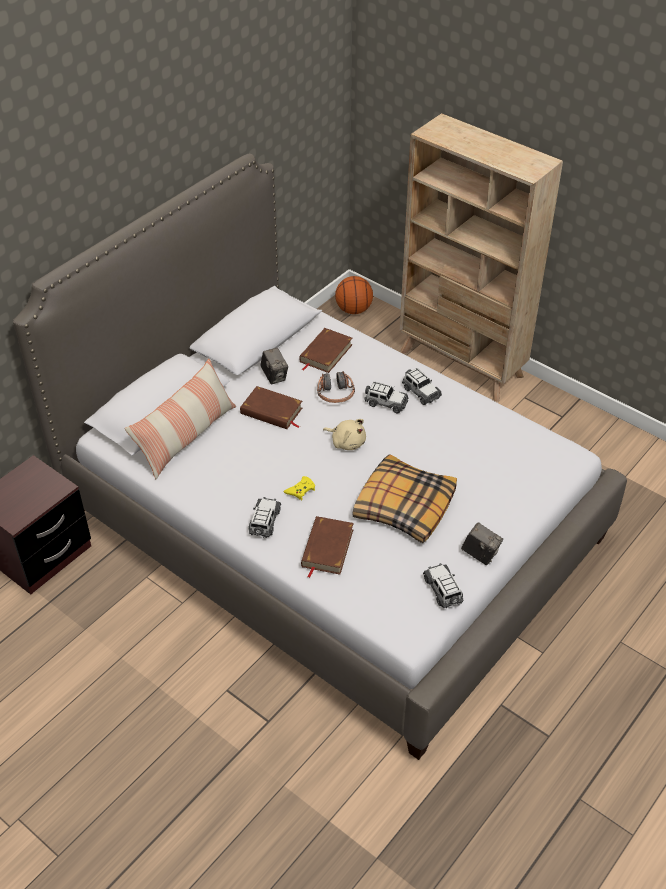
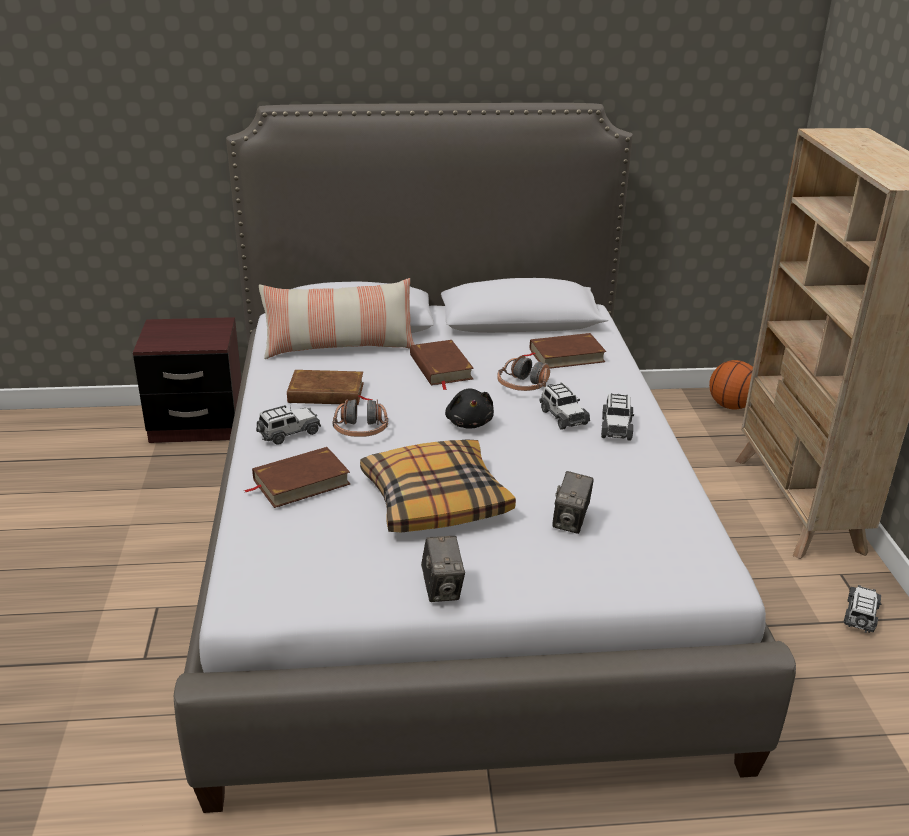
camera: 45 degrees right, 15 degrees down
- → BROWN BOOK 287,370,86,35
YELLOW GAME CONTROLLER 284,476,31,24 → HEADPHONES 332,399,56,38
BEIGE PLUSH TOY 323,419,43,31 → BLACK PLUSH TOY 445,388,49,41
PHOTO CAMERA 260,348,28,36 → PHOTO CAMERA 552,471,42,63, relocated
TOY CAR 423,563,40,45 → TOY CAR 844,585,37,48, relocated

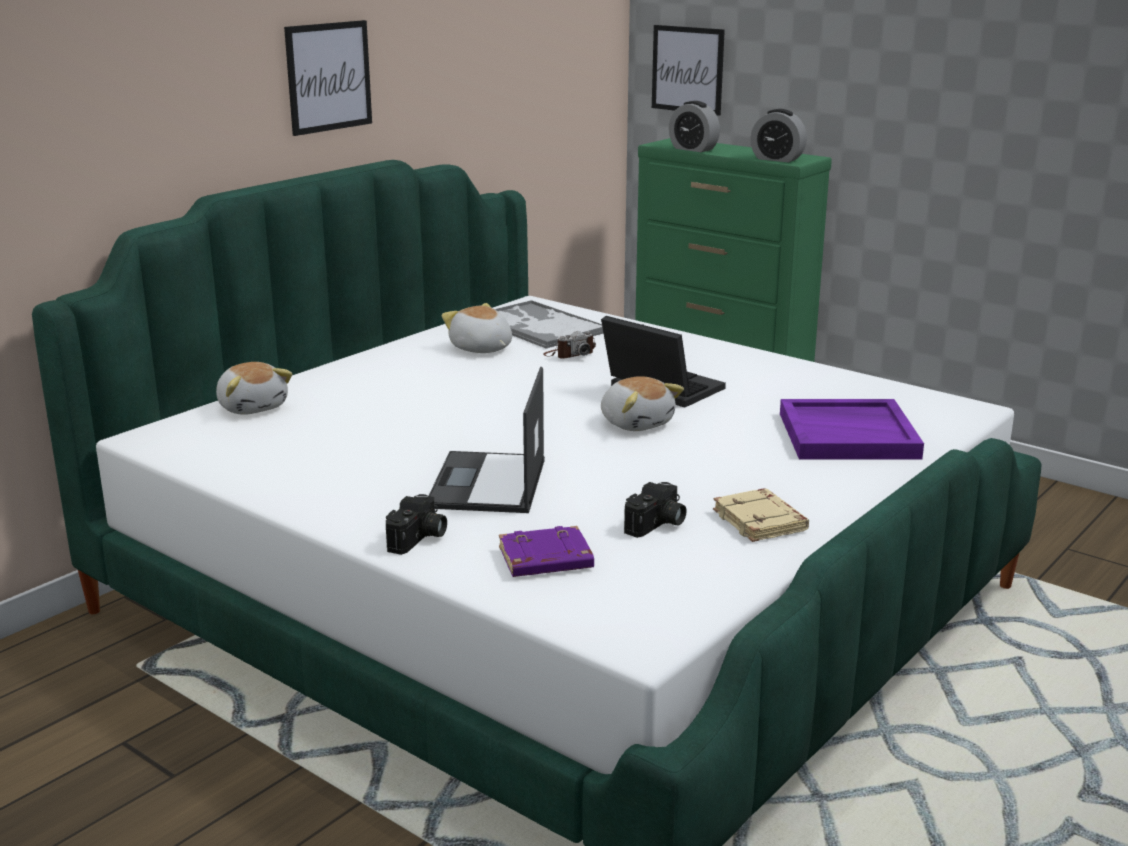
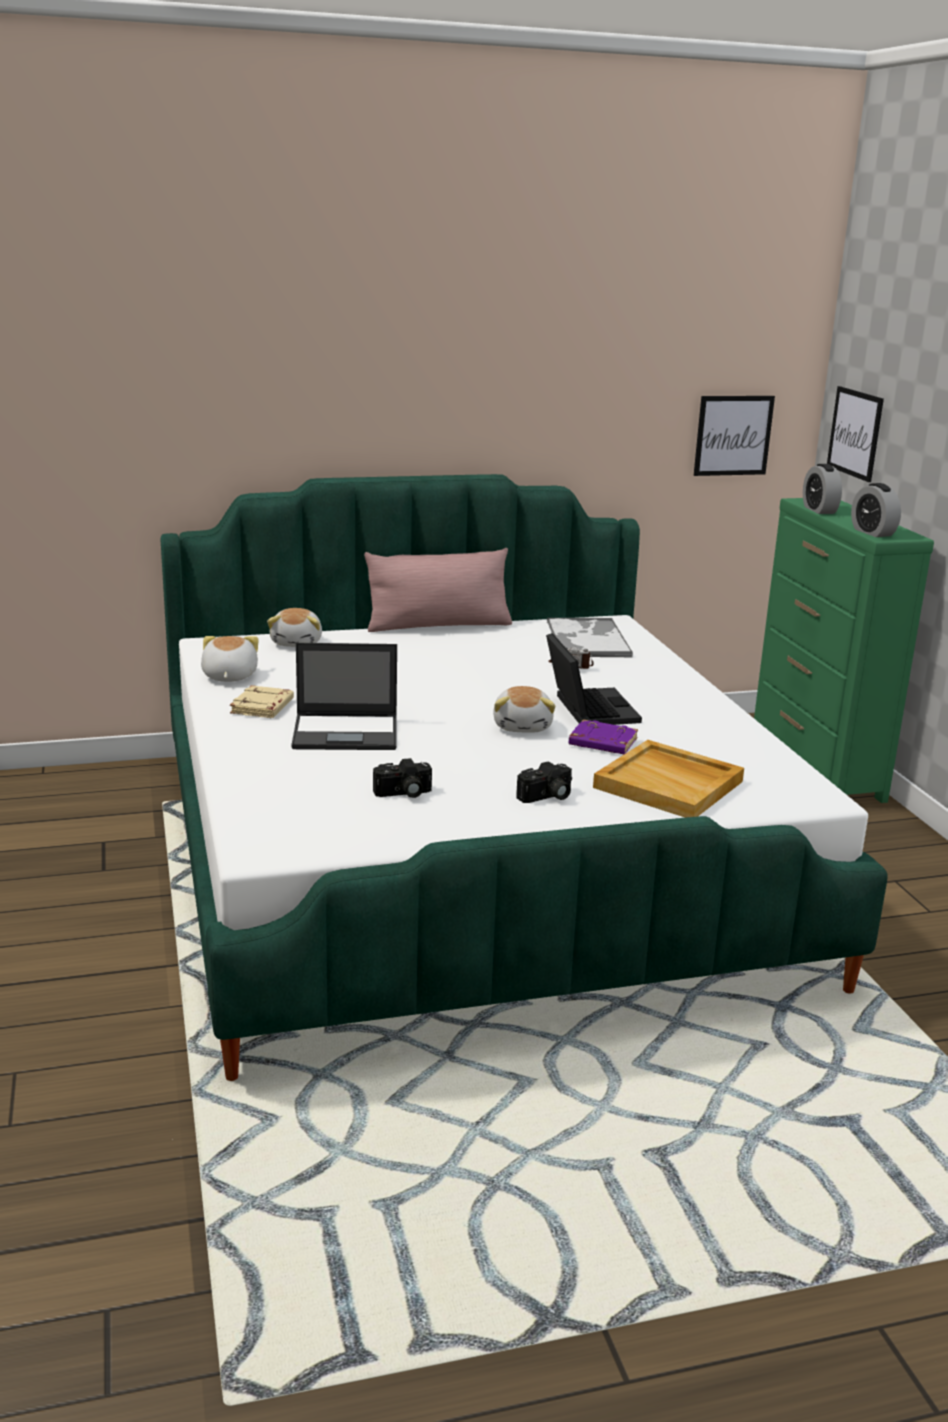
camera: 35 degrees right, 0 degrees up
PLUSH TOY 441,303,71,50 → PLUSH TOY 201,636,58,46, relocated
BEIGE BOOK 713,489,96,53 → BEIGE BOOK 230,685,64,33, relocated
LAPTOP 429,367,116,146 → LAPTOP 291,643,106,107, 135 degrees counterclockwise
- → PINK PILLOW 364,548,148,84
PHOTO CAMERA 386,494,61,61 → PHOTO CAMERA 516,761,56,42, relocated
PURPLE BOOK 499,526,95,51 → PURPLE BOOK 569,719,69,35, relocated
PURPLE TRAY 780,399,144,61 → BEIGE TRAY 593,740,151,78
PICTURE 284,20,88,116 → PICTURE 694,396,81,80, relocated

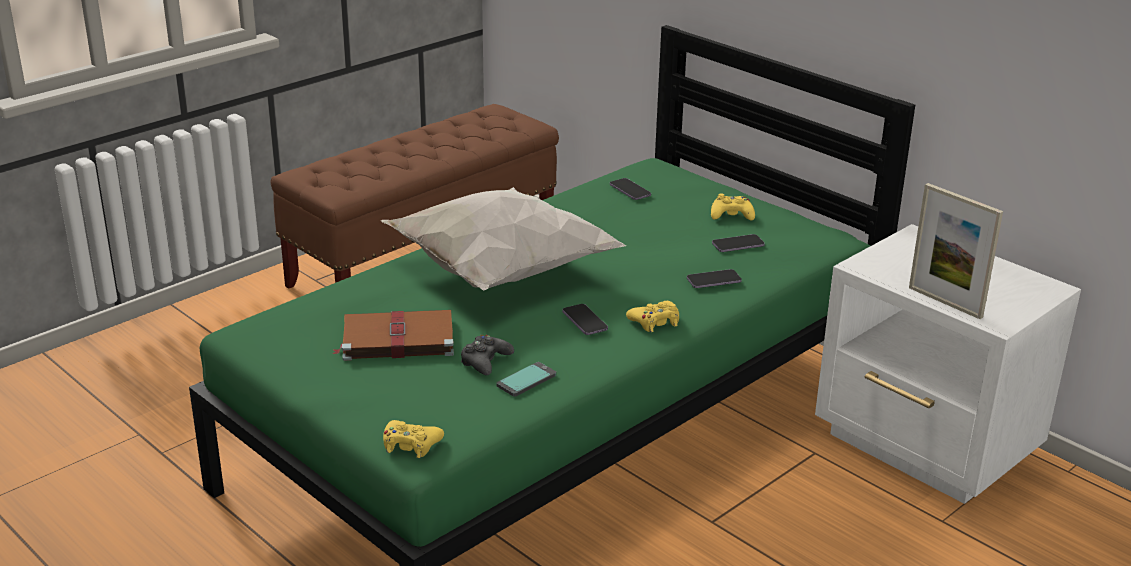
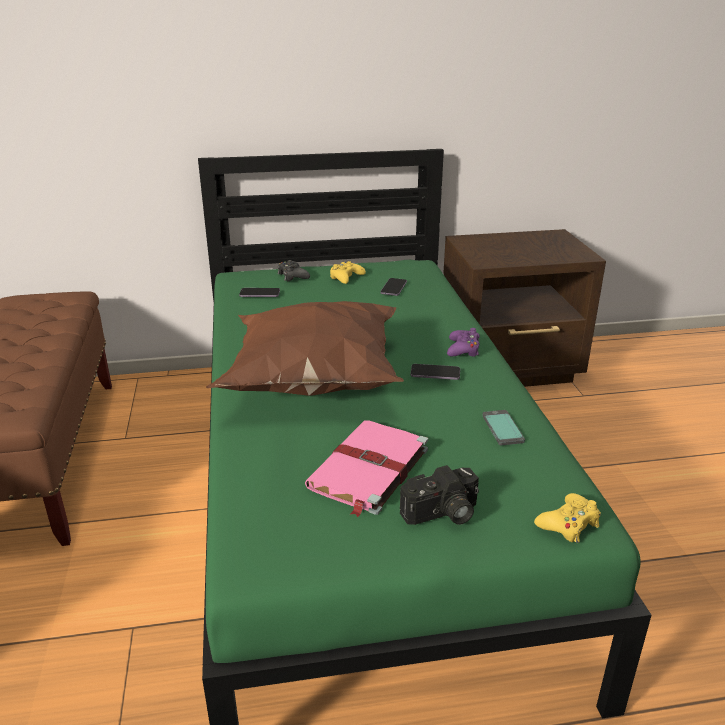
camera: 55 degrees left, 0 degrees up
WHITE PILLOW 381,187,245,103 → BROWN PILLOW 206,301,198,95
BLACK GAME CONTROLLER 461,335,53,40 → BLACK GAME CONTROLLER 277,260,33,21, relocated
BROWN BOOK 333,310,121,51 → PINK BOOK 305,420,123,97
- → PHOTO CAMERA 400,465,79,60
WHITE NIGHTSTAND 815,224,266,280 → BROWN NIGHTSTAND 443,229,163,158
YELLOW GAME CONTROLLER 626,301,53,31 → PURPLE GAME CONTROLLER 447,328,33,29
PHONE 687,269,55,19 → -
PICTURE FRAME 909,183,94,136 → -

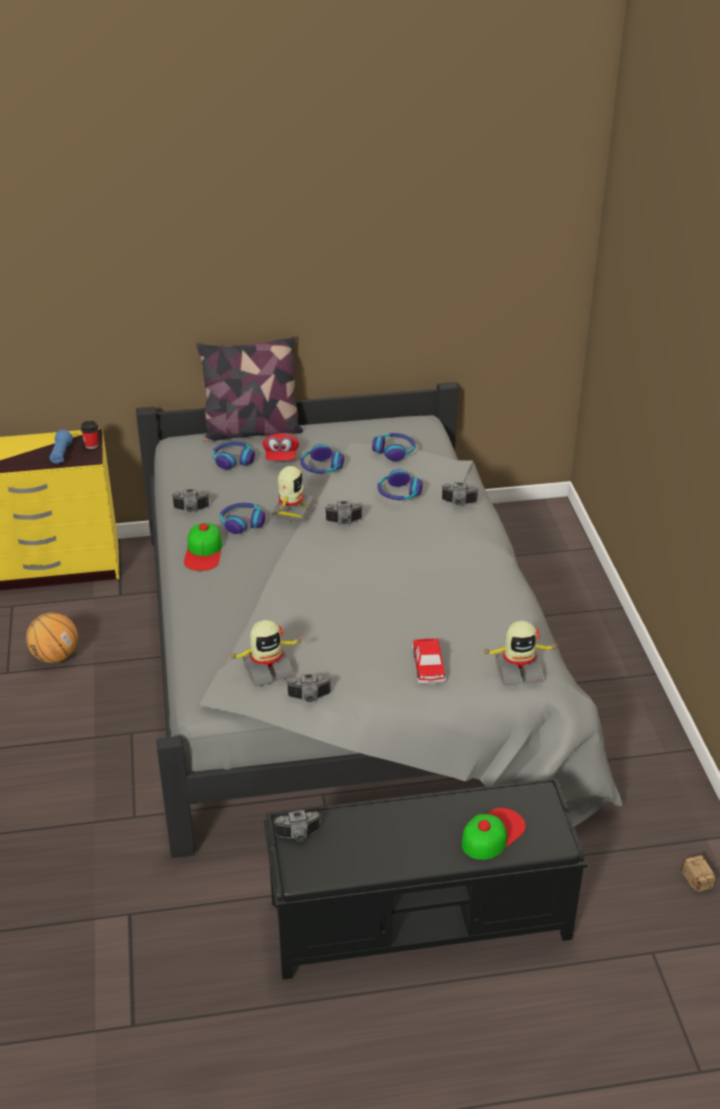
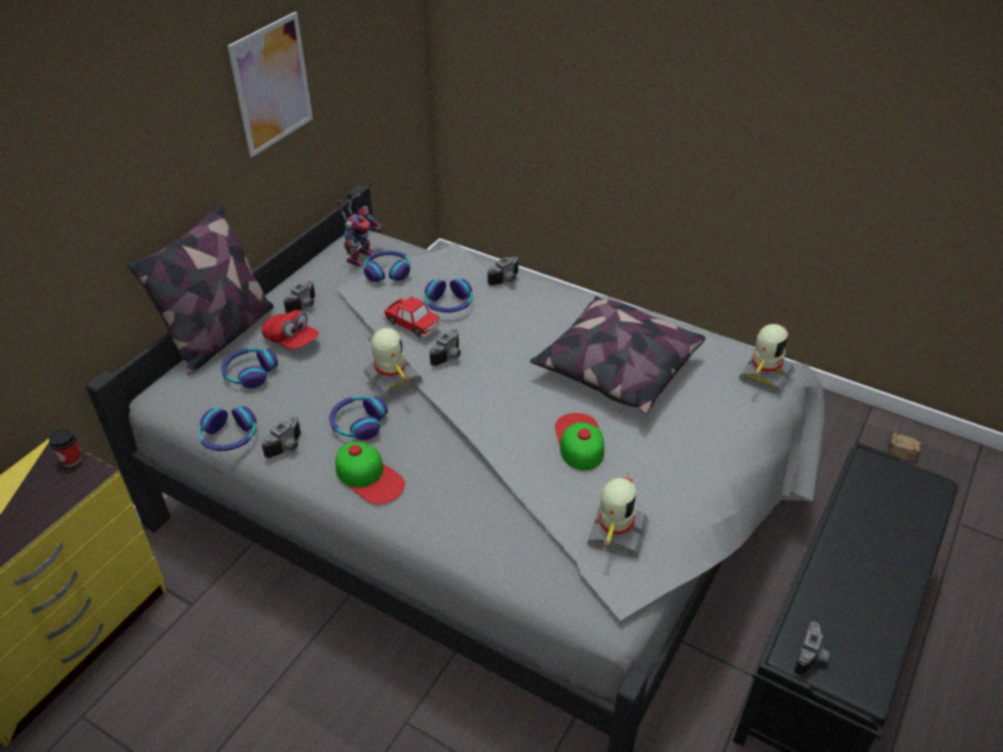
camera: 50 degrees left, 5 degrees up
HEADPHONES 300,444,44,30 → HEADPHONES 199,406,58,45, relocated
- → PICTURE 228,12,85,145
PHOTO CAMERA 286,673,45,29 → PHOTO CAMERA 283,281,32,33, relocated
- → TOY ROBOT 338,194,45,73
TOY CAR 412,639,34,45 → TOY CAR 383,296,58,42, relocated
- → PILLOW 530,296,175,118
CAP 462,808,64,52 → CAP 555,413,49,58, relocated
BASKETBALL 26,612,52,51 → -
BLUE FLASHLIGHT 50,430,23,34 → -

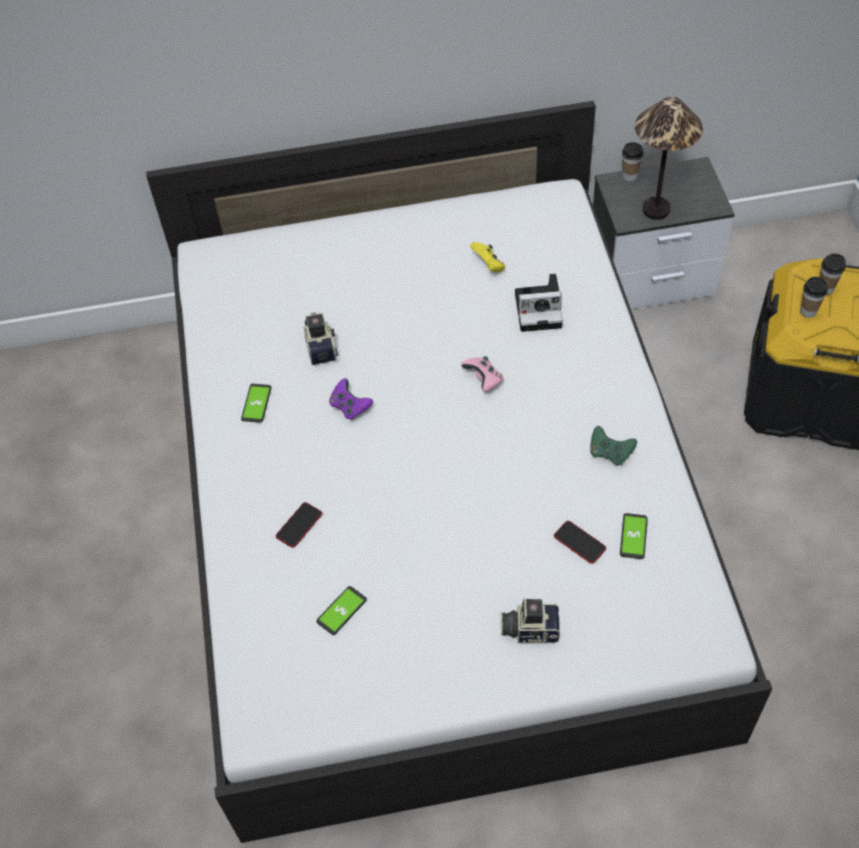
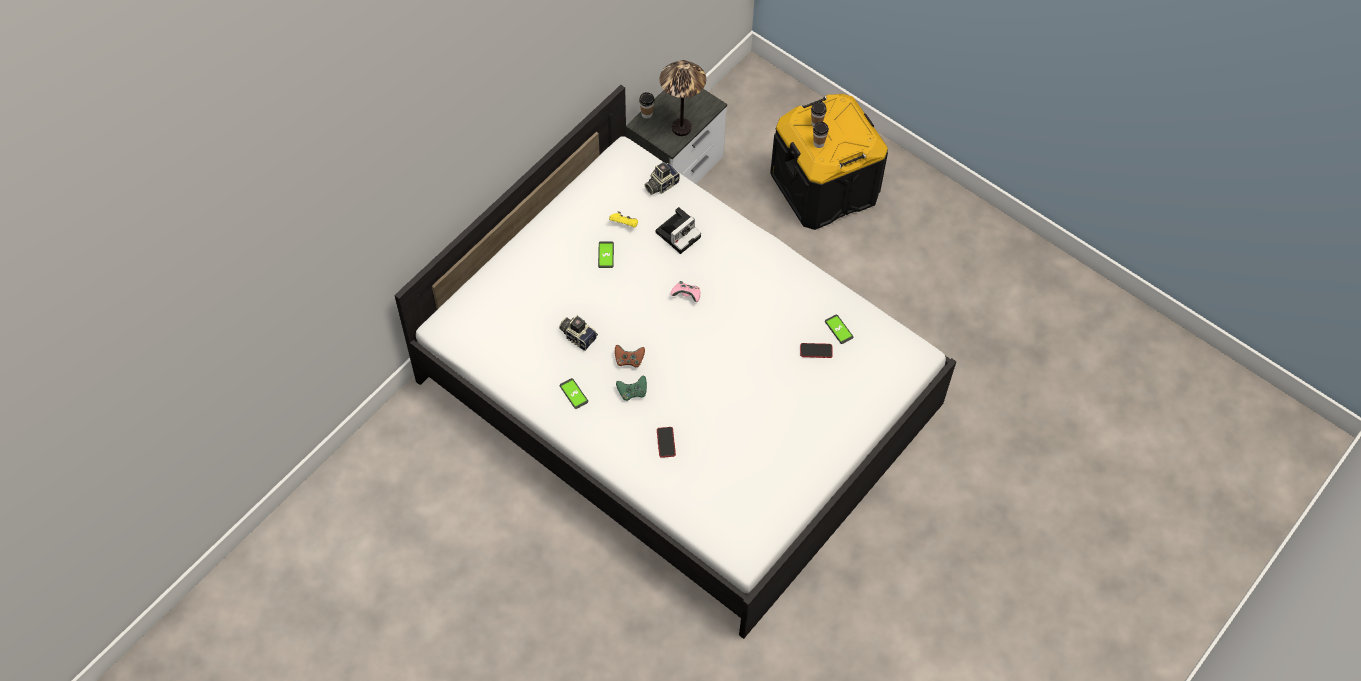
camera: 45 degrees left, 5 degrees up
PHONE 316,586,51,49 → PHONE 598,241,16,27, relocated
PURPLE GAME CONTROLLER 329,378,44,42 → BROWN GAME CONTROLLER 615,345,30,22
GREEN GAME CONTROLLER 591,426,46,39 → GREEN GAME CONTROLLER 616,376,31,25, relocated
PHOTO CAMERA 501,598,59,45 → PHOTO CAMERA 645,162,35,33, relocated

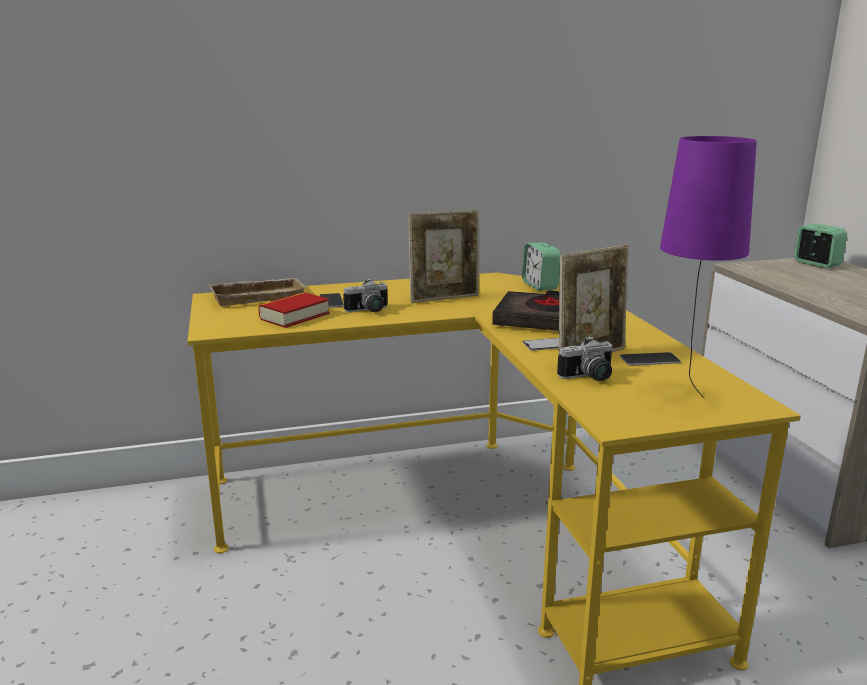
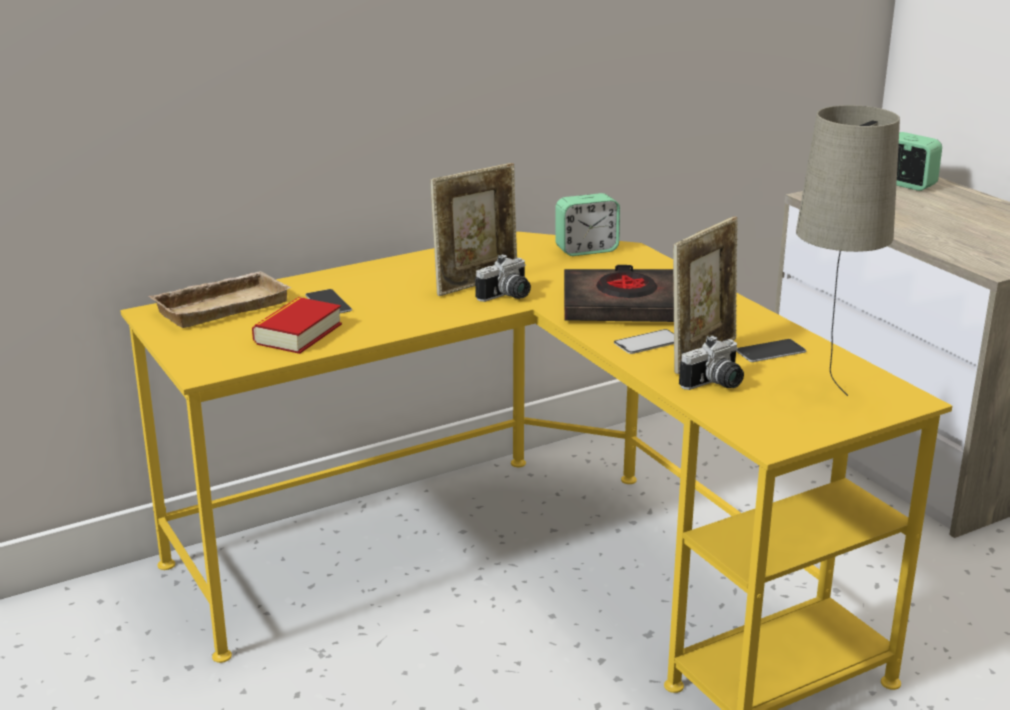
camera: 15 degrees left, 5 degrees up
PHOTO CAMERA 343,278,45,34 → PHOTO CAMERA 475,254,56,48, relocated
ALARM CLOCK 522,243,39,48 → ALARM CLOCK 555,193,65,63, 75 degrees counterclockwise
PURPLE TABLE LAMP 660,136,97,261 → BEIGE TABLE LAMP 796,105,104,291

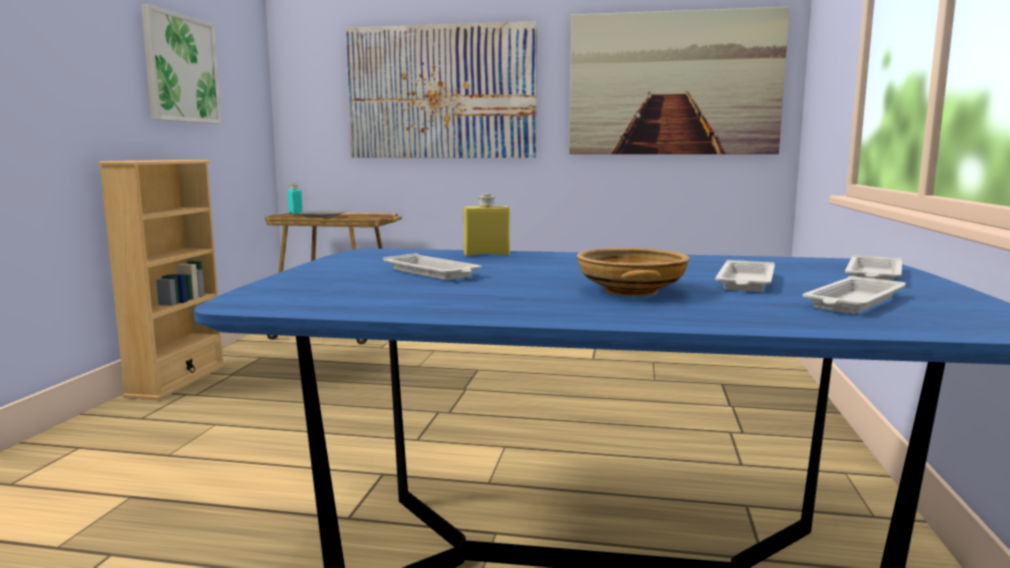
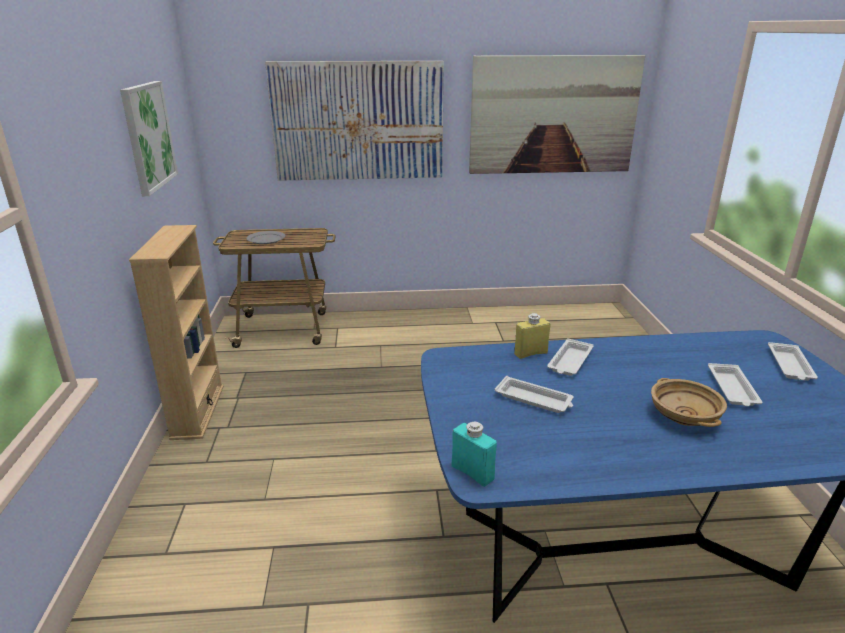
camera: 15 degrees left, 15 degrees up
TURQUOISE BOTTLE 287,183,16,31 → TURQUOISE BOTTLE 452,422,45,65, relocated
WHITE TRAY 802,276,104,38 → WHITE TRAY 547,339,47,37, relocated

